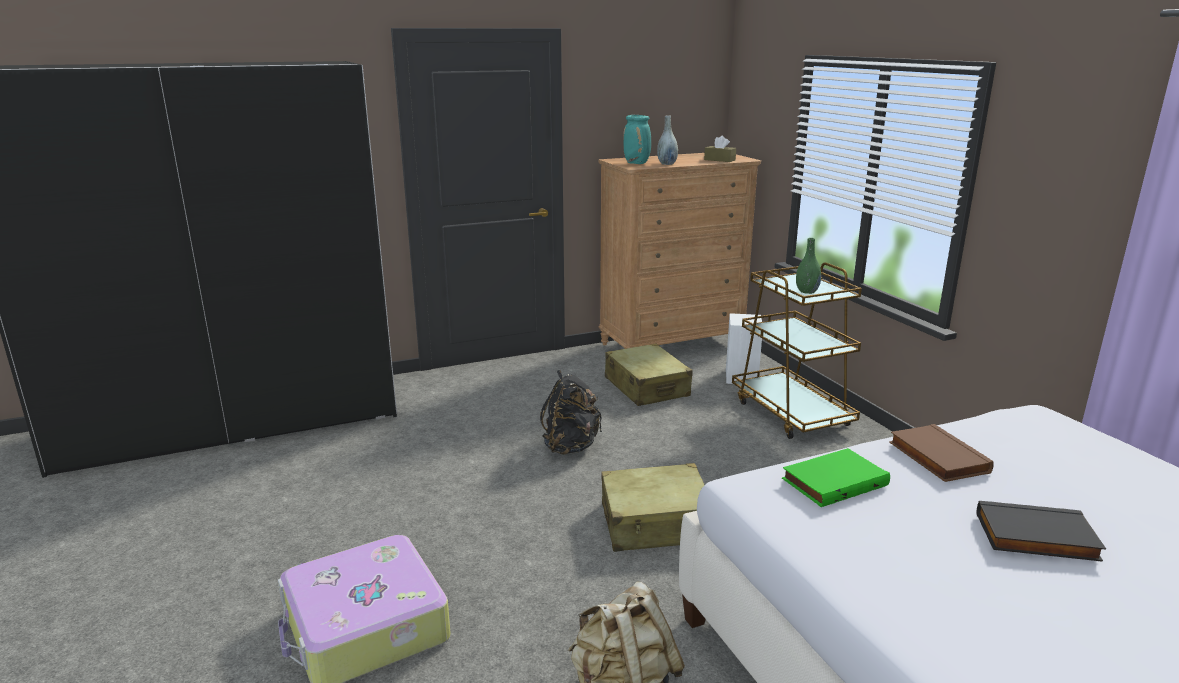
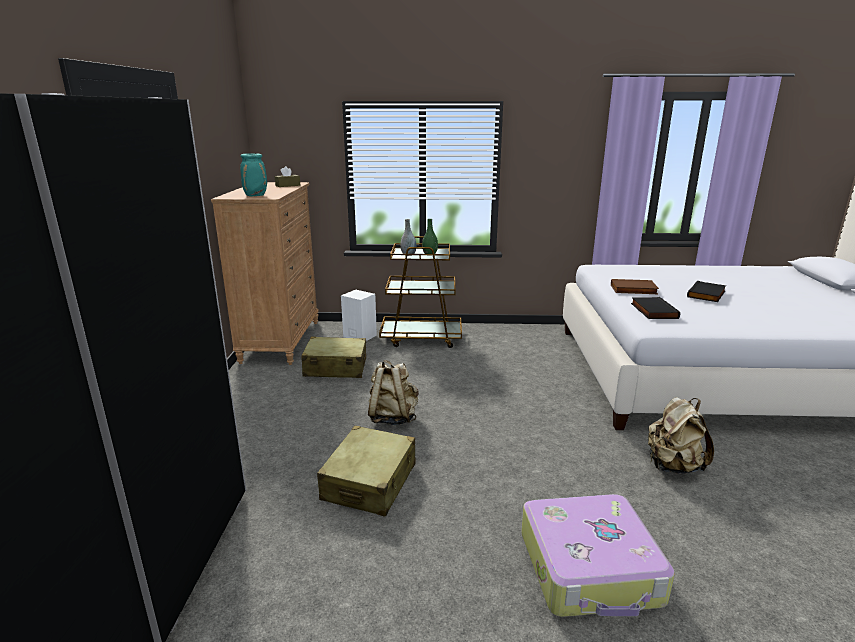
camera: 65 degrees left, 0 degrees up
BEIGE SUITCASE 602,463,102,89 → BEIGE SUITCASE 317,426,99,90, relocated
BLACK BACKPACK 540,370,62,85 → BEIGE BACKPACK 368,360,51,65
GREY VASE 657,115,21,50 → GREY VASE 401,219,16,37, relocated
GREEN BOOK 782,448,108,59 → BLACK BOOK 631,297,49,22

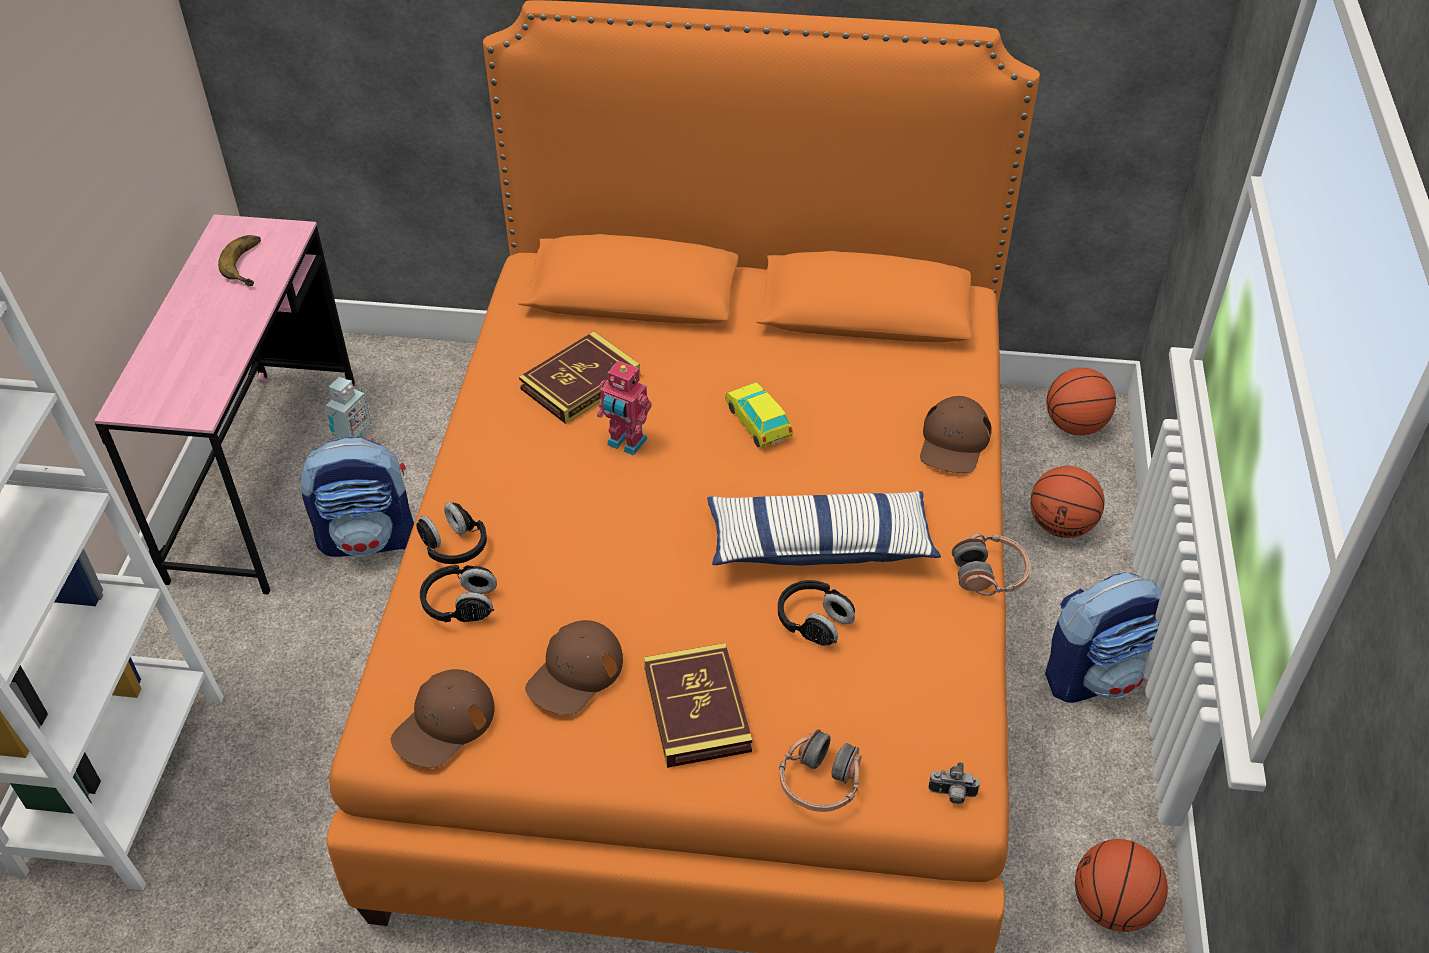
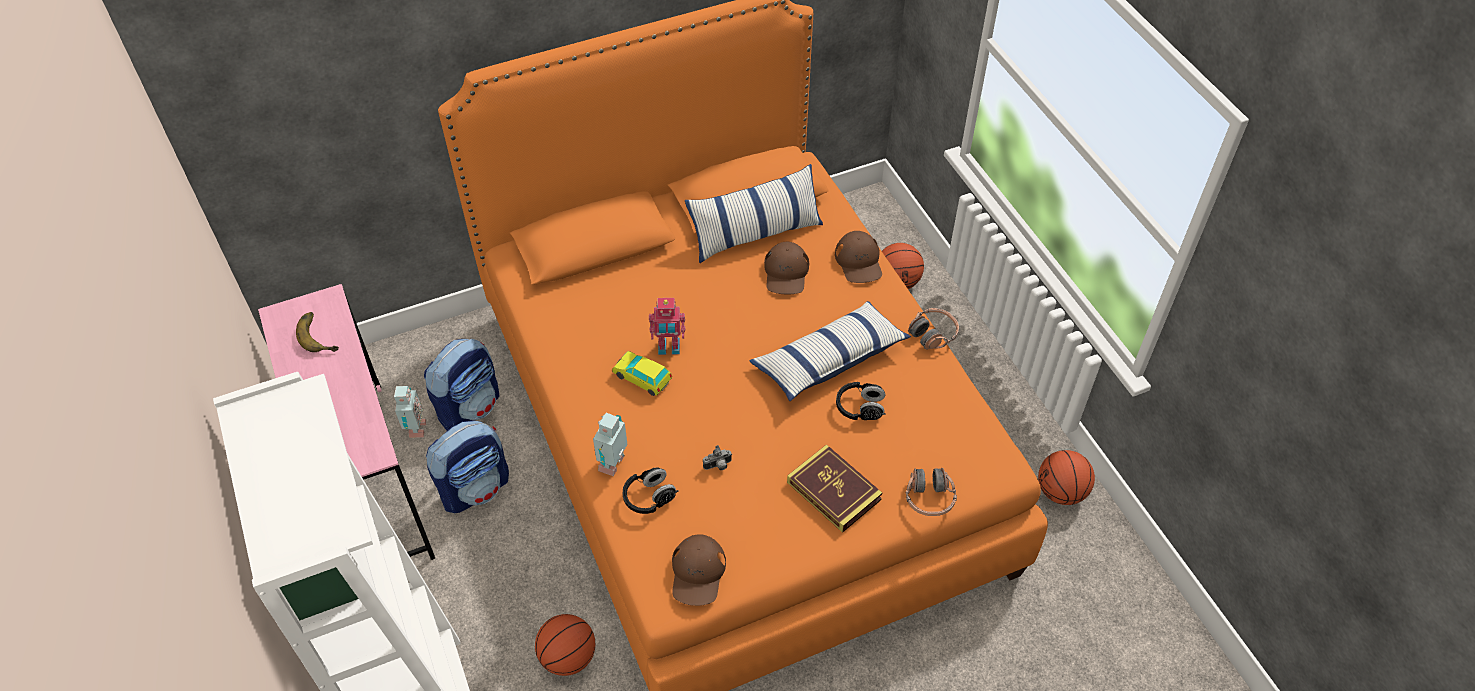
camera: 30 degrees left, 5 degrees up
BACKPACK 1045,572,117,131 → BACKPACK 424,338,75,93, relocated
BASKETBALL 1046,368,70,67 → BASKETBALL 535,614,60,62, relocated
BLACK HEADPHONES 416,502,71,62 → TOY ROBOT 593,413,34,63
TOY CAR 726,382,67,65 → TOY CAR 612,351,61,45, relocated
- → PILLOW 685,164,138,99
PHOTO CAMERA 929,762,51,42 → PHOTO CAMERA 703,445,29,25, relocated
BROWN CAP 525,620,98,95 → BROWN CAP 764,242,45,53, relocated
BOOK 519,331,121,93 → -

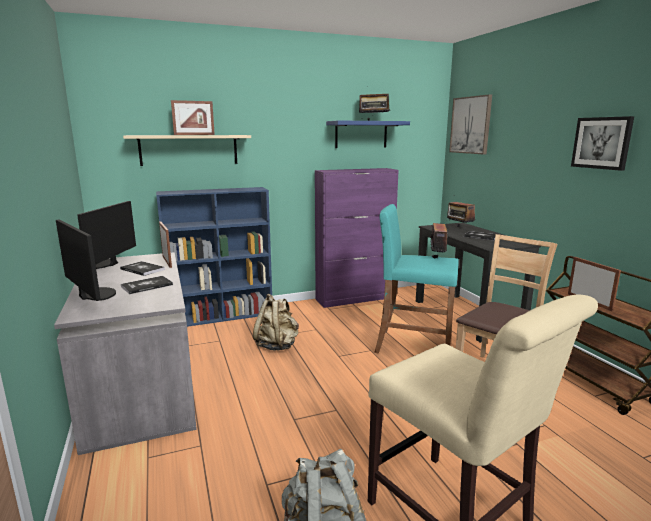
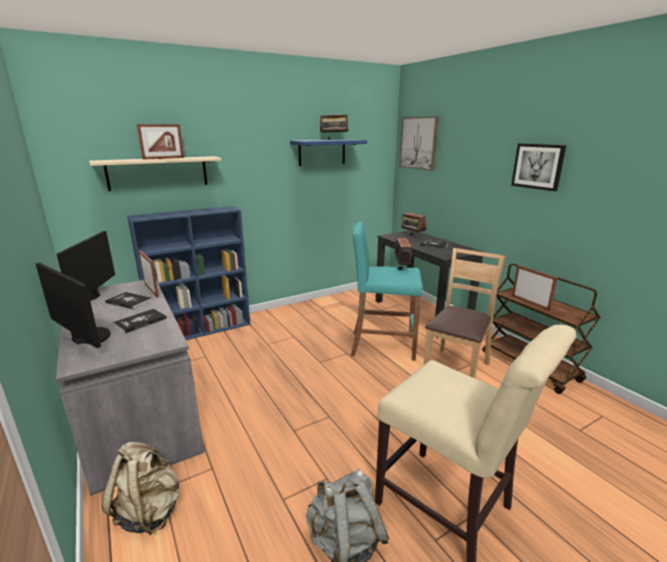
camera: 10 degrees left, 5 degrees up
BEIGE BACKPACK 253,294,46,57 → BEIGE BACKPACK 102,442,78,94, relocated
PURPLE CABINET 315,168,84,140 → -

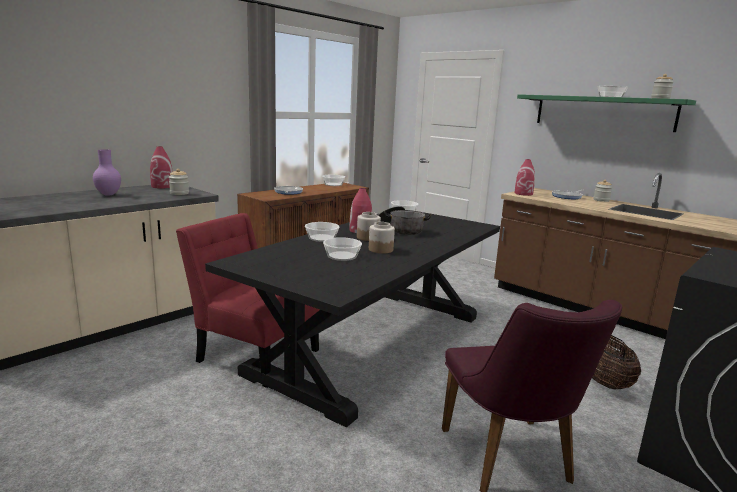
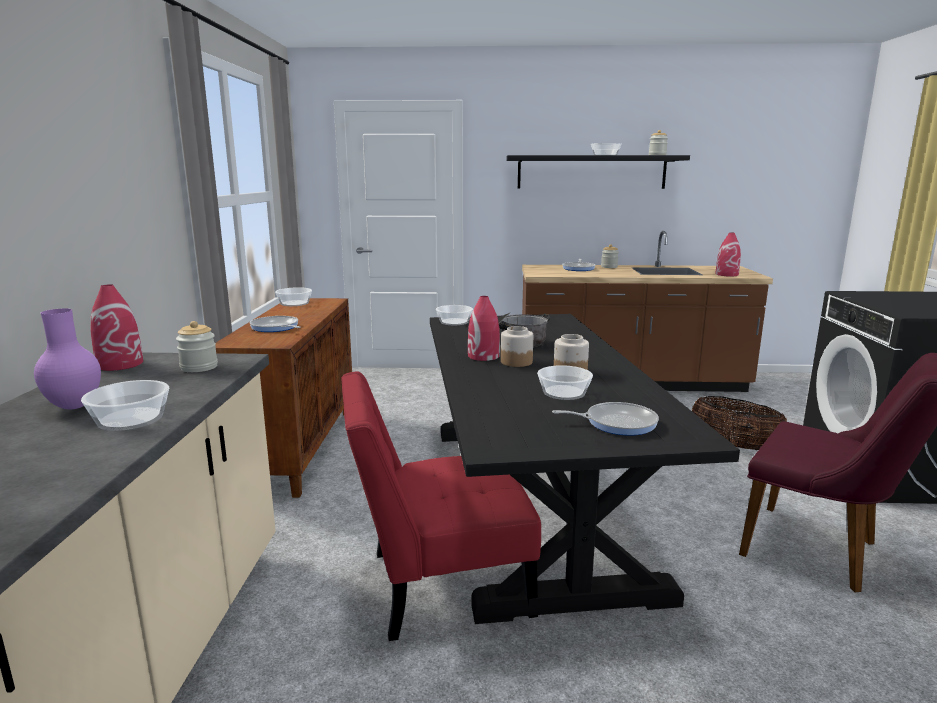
camera: 40 degrees left, 0 degrees up
BOWL 305,222,35,20 → BOWL 81,380,88,51, relocated
GREEN SHELF 517,94,179,38 → BLACK SHELF 507,155,183,34
- → FRYING PAN 552,402,107,34
RED VASE 515,159,20,37 → RED VASE 715,233,26,44, relocated

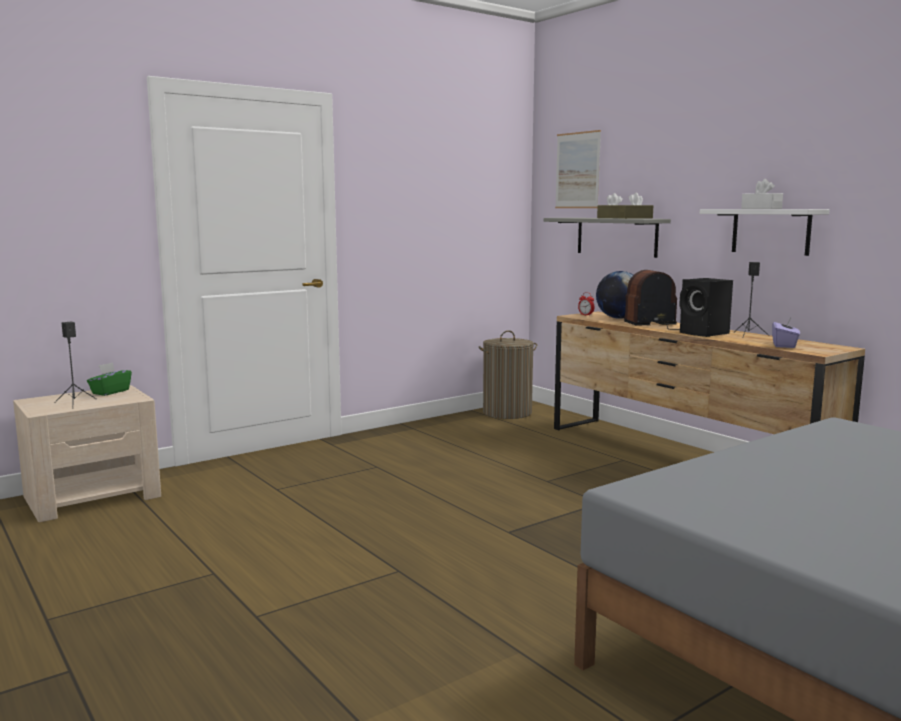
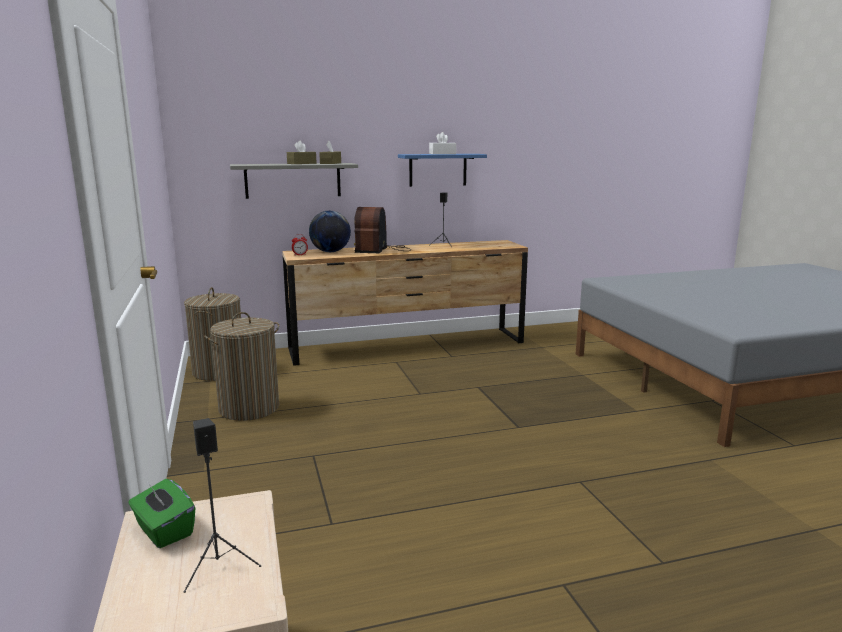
camera: 70 degrees left, 5 degrees up
- → LAUNDRY BASKET 204,312,75,109
WHITE SHELF 700,209,129,47 → BLUE SHELF 398,154,89,33
PICTURE 555,130,46,78 → -
BLACK SPEAKER 679,278,54,59 → -
PURPLE TISSUE BOX 772,317,28,31 → -

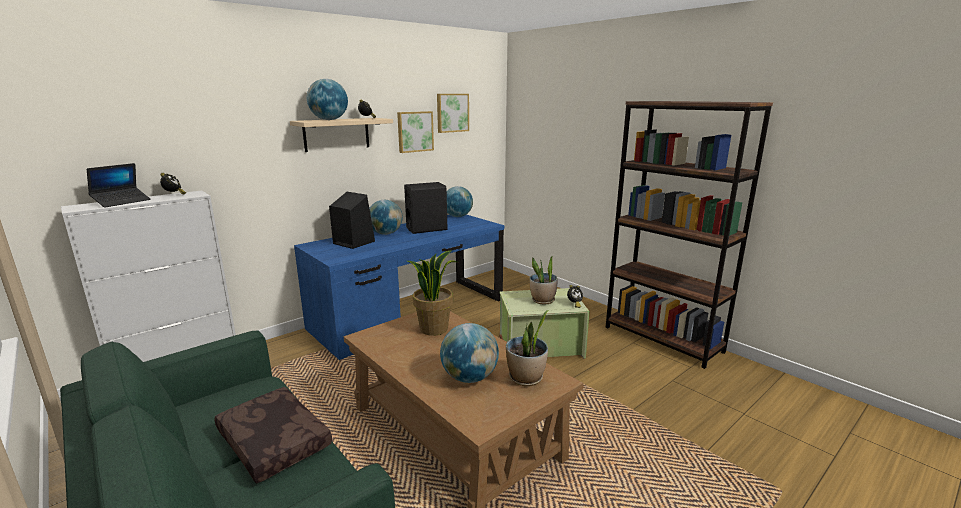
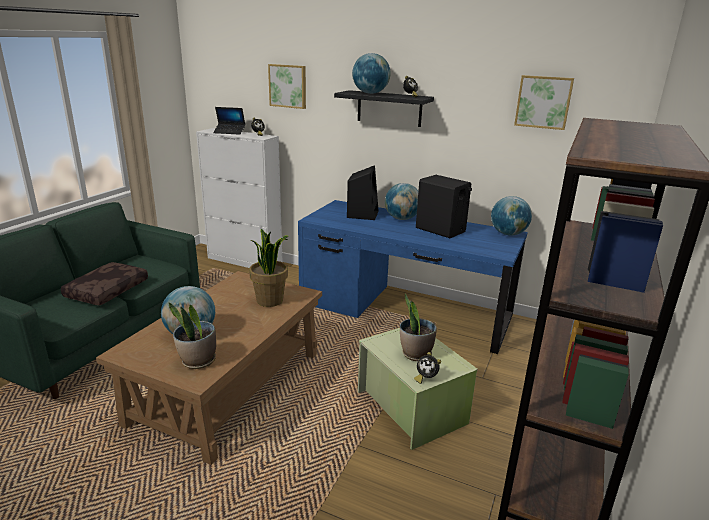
camera: 65 degrees right, 5 degrees up
PICTURE 397,111,37,42 → PICTURE 268,64,38,45, relocated
BEIGE SHELF 290,118,103,34 → BLACK SHELF 334,90,100,37

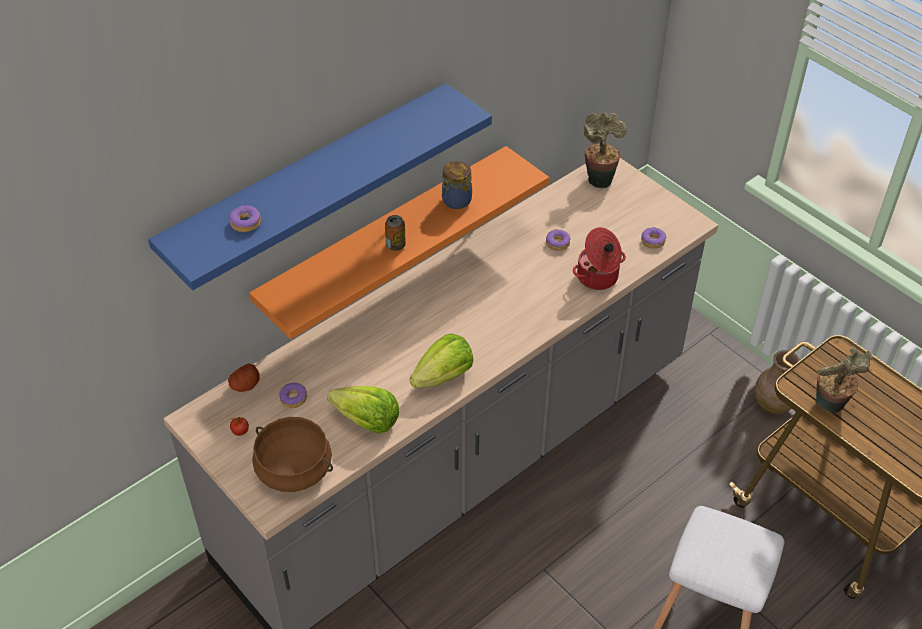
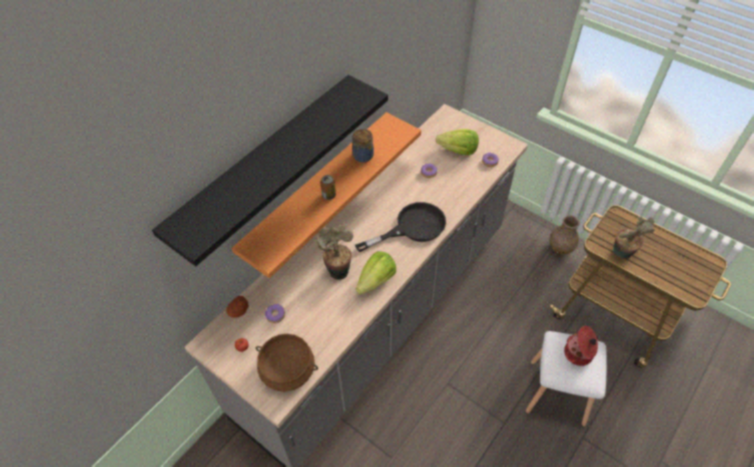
camera: 10 degrees left, 5 degrees up
BLUE SHELF 148,83,344,207 → BLACK SHELF 152,75,236,191
POTTED PLANT 584,112,43,76 → POTTED PLANT 317,225,36,55, relocated
- → BLACK FRYING PAN 355,202,91,50
LETTUCE 327,386,73,48 → LETTUCE 436,129,43,26, relocated
COOKING POT 573,227,53,63 → COOKING POT 564,326,34,40, relocated
DONUT 229,206,32,26 → -

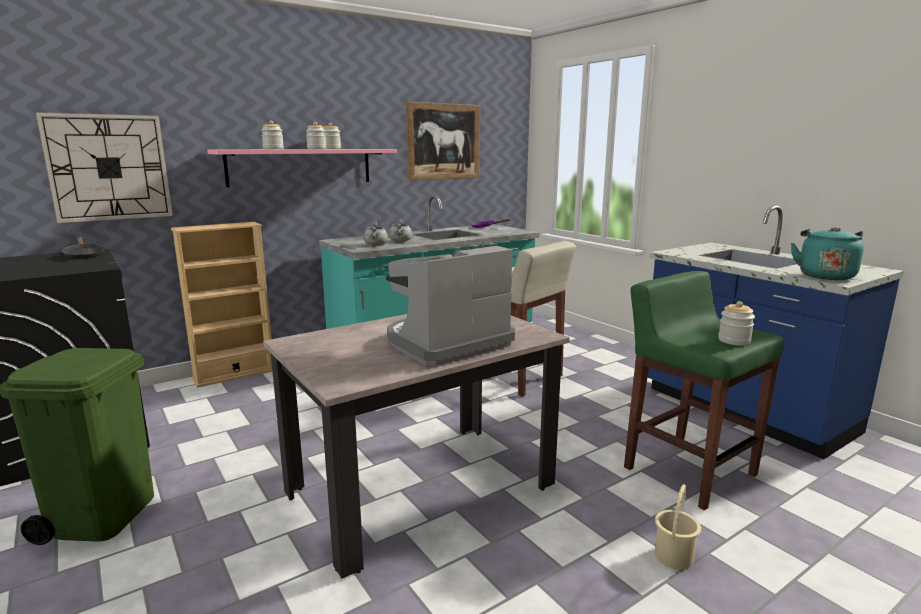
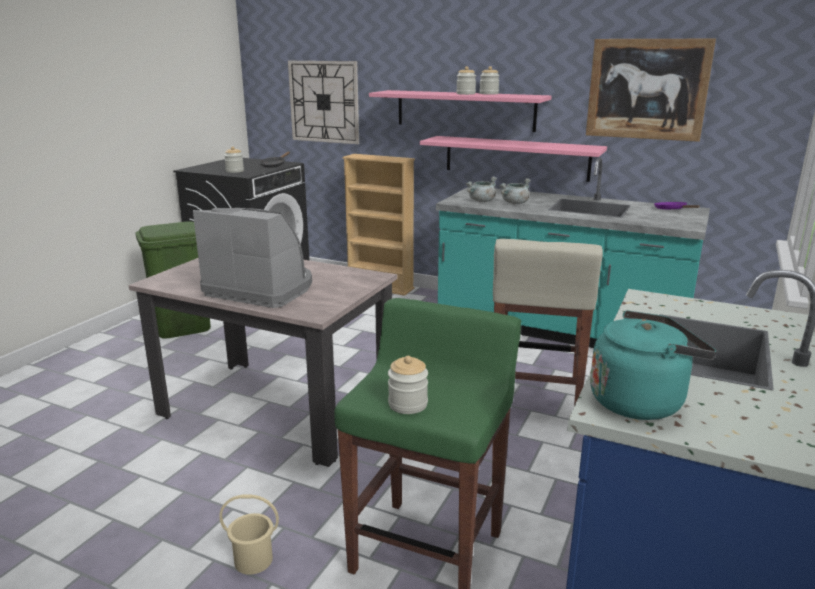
camera: 60 degrees right, 5 degrees up
JAR 261,121,23,28 → JAR 224,147,20,26, relocated
- → PINK SHELF 420,136,187,46

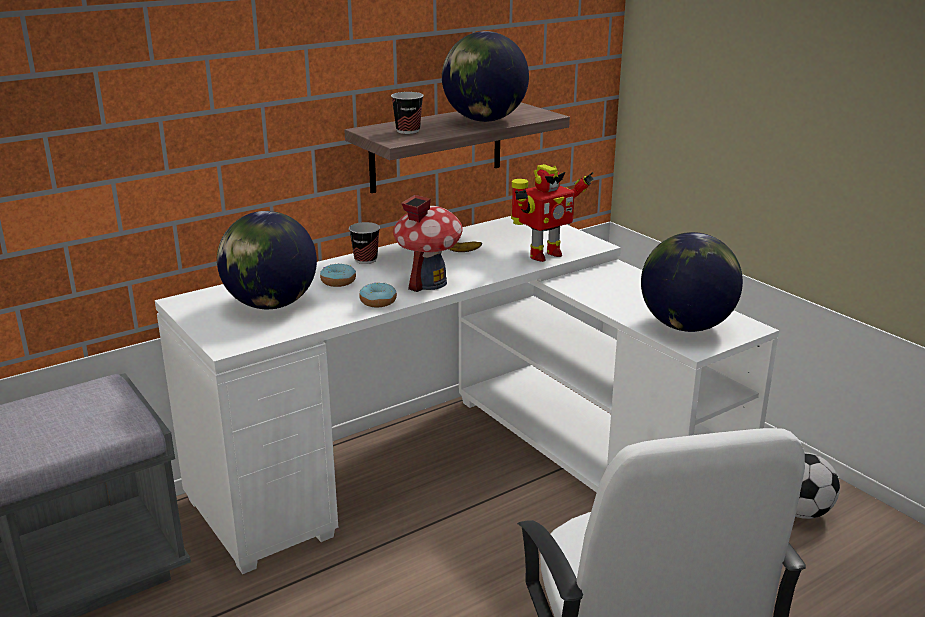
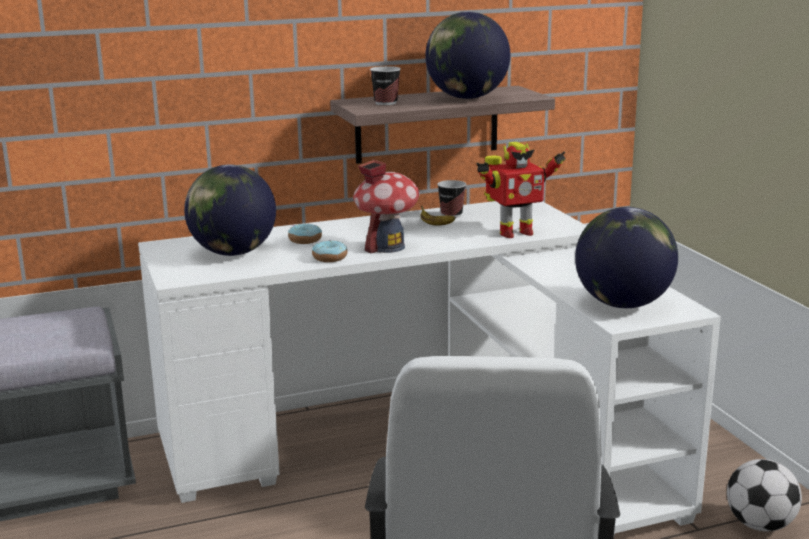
camera: 15 degrees right, 5 degrees down
CUP 349,222,31,42 → CUP 437,180,29,38, relocated

